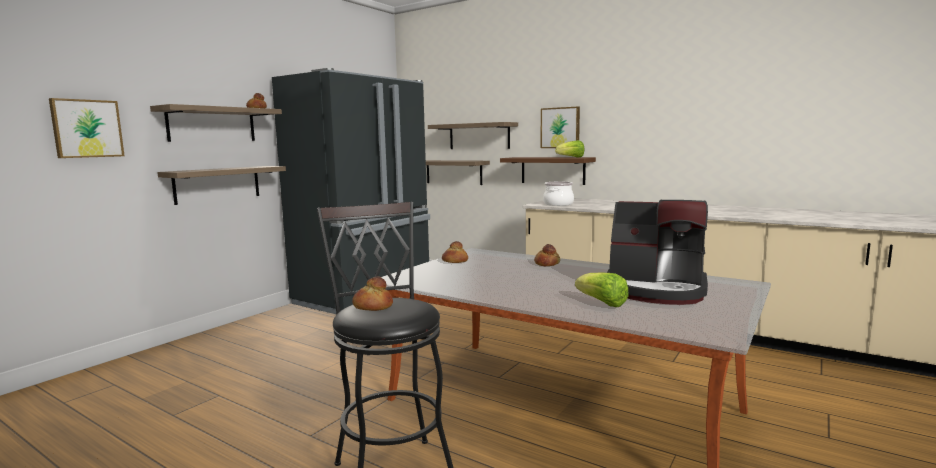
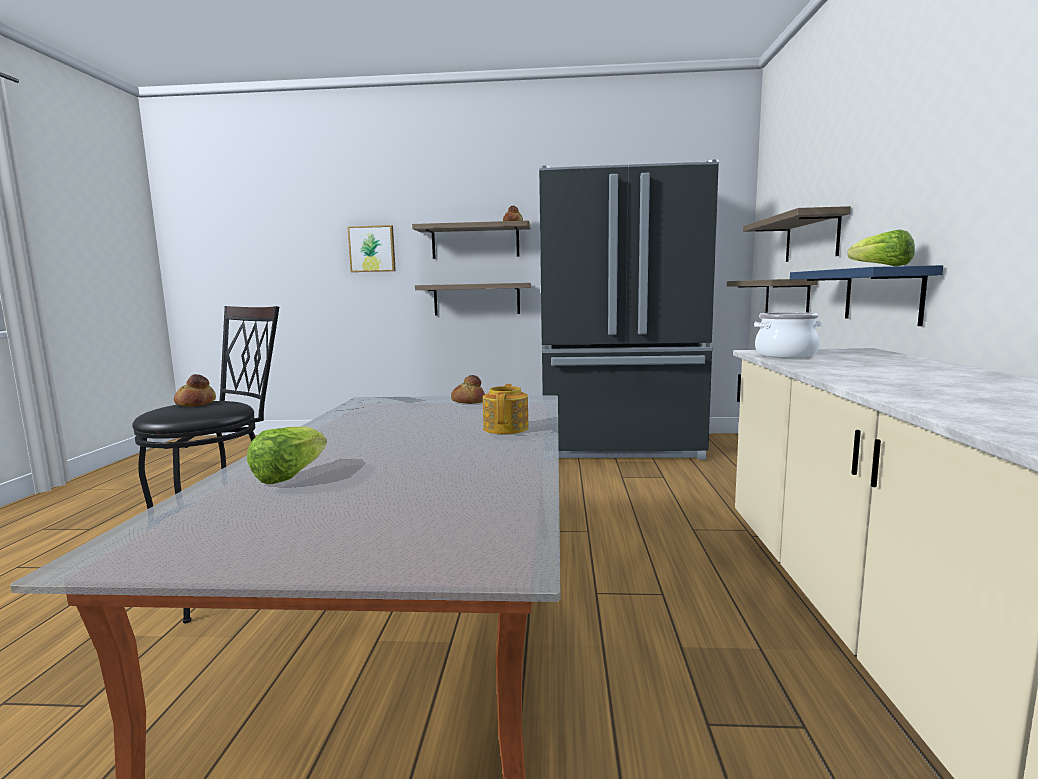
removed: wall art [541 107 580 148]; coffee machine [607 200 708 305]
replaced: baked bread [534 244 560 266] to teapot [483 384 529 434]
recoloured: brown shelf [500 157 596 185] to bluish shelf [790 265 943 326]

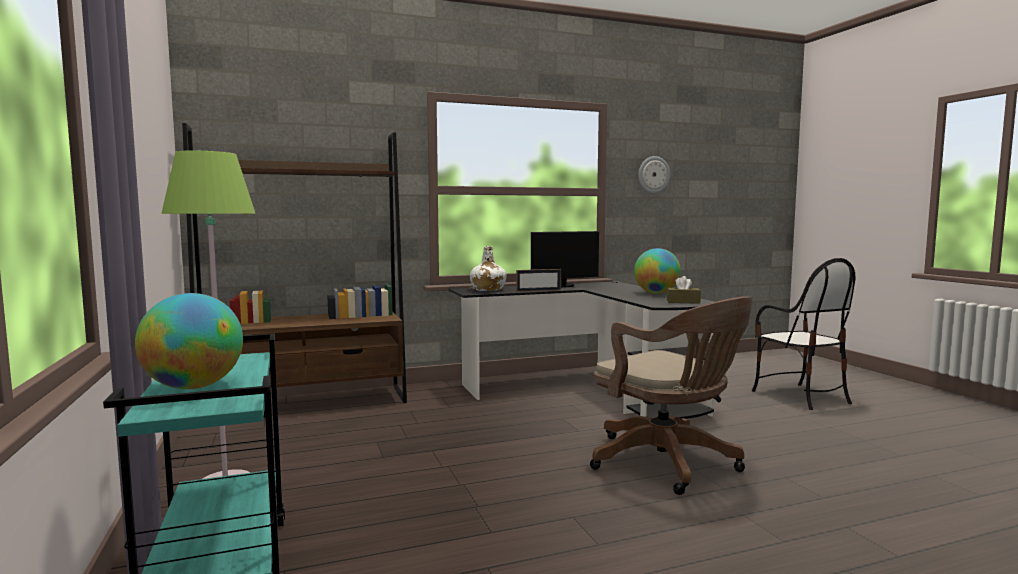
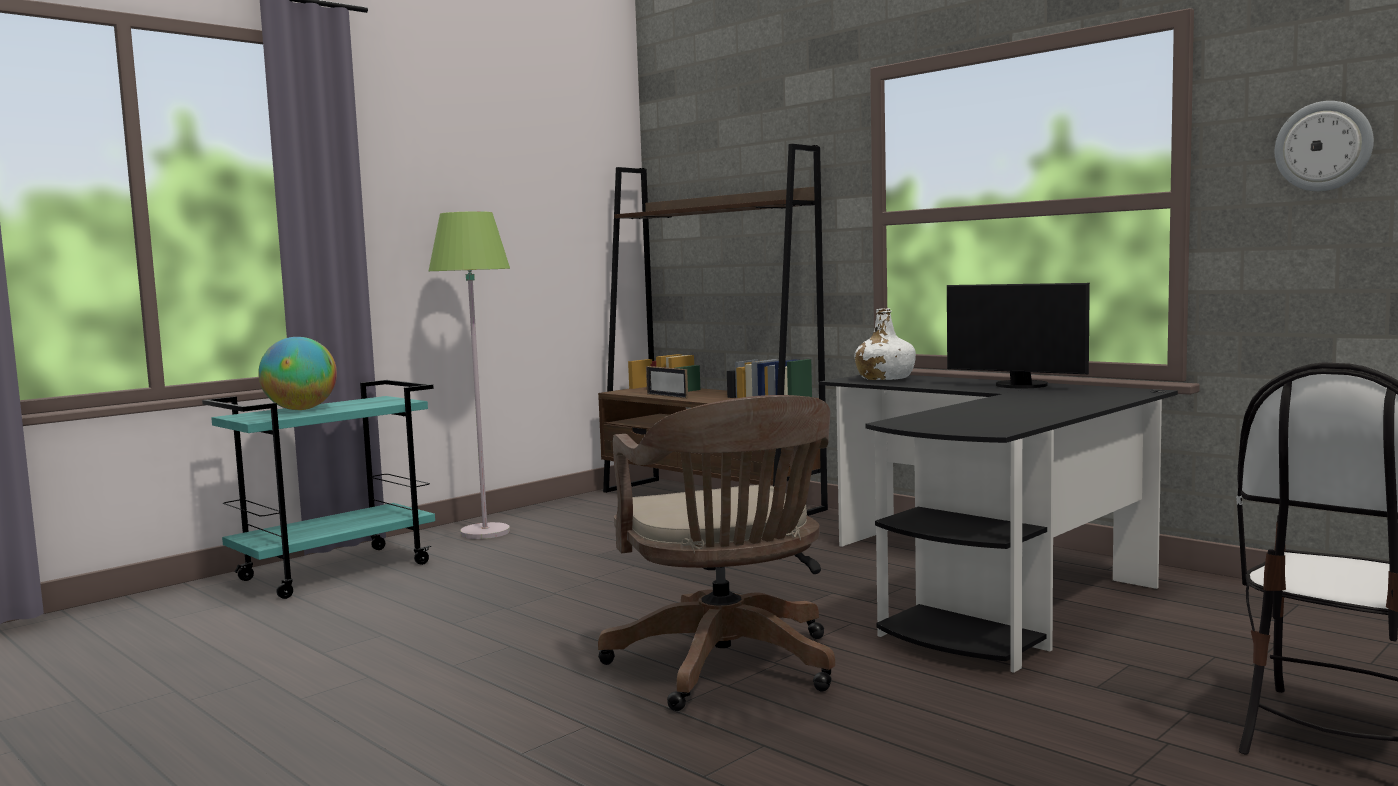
removed: desk globe [634 248 681 294]; brown tissue holder [667 276 701 304]
moved: picture frame [516 269 561 292] to [646 366 688 399]
turned: brown computer chair [590 296 753 495] = [598 395 835 711] 45 degrees counterclockwise

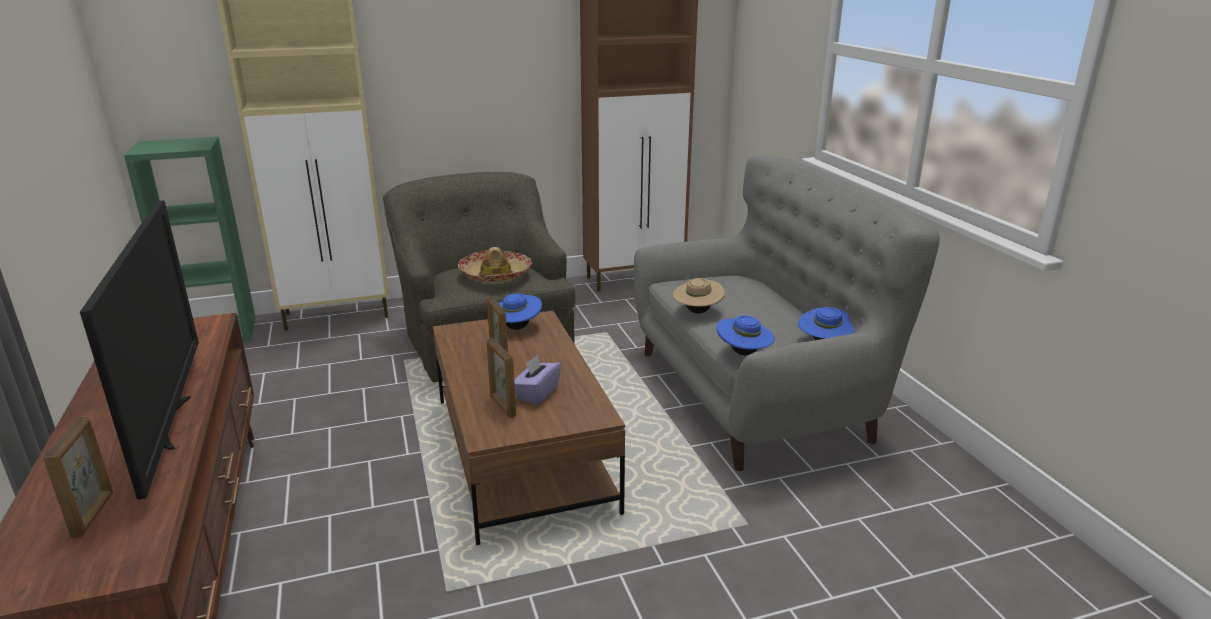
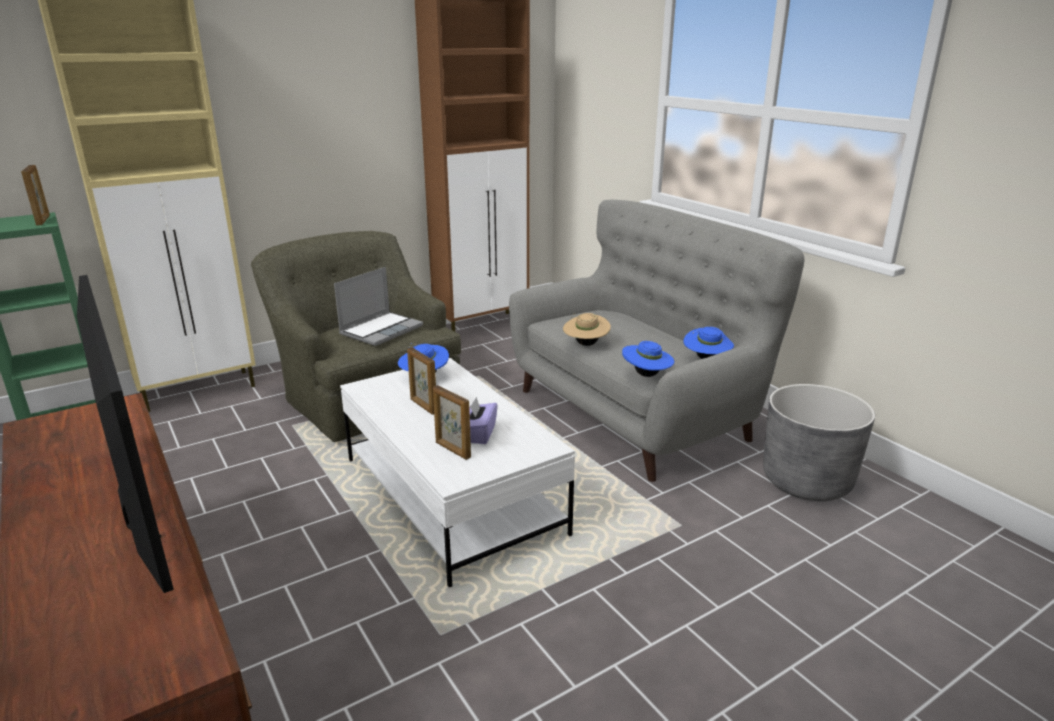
added: grey planter [763 384 875 501]
moved: picture frame [43 417 113 538] to [21 165 50 226]
replaced: hat [458 247 532 283] to laptop [334 267 423 346]
recoloured: brown lounge table [433 311 625 545] to whitish lounge table [340 358 575 587]

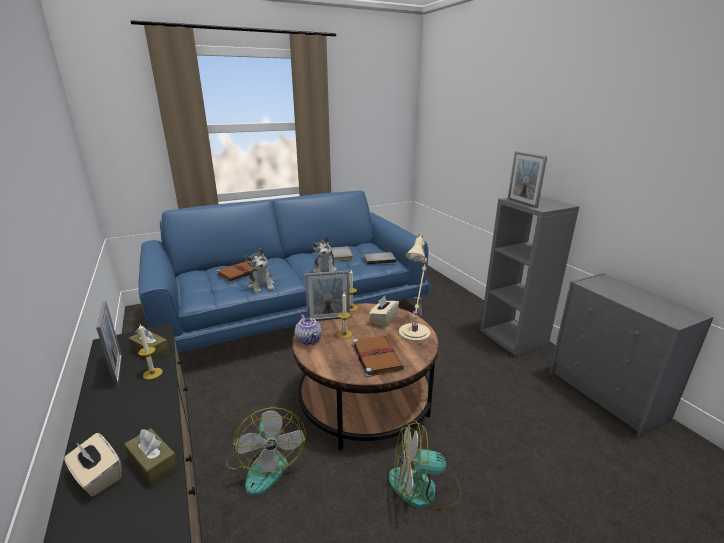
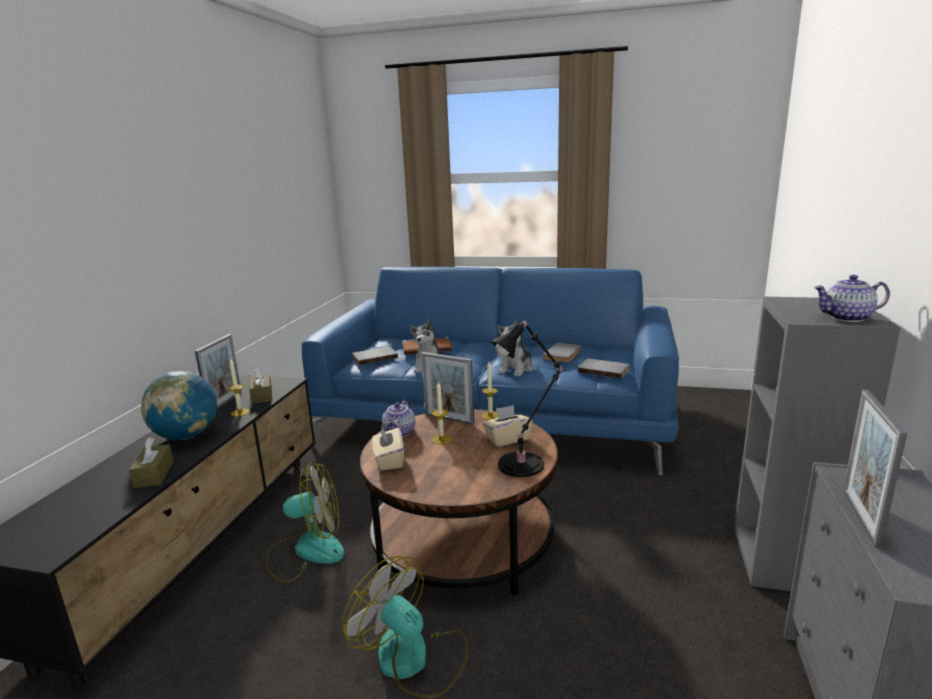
removed: brown book [353 335 404 377]
added: teapot [814 275 890 322]; grey book [352 346 398 365]; desk globe [141 371 217 440]
moved: picture frame [508 151 547 208] to [843 390 907 549]; sand-coloured tissue holder [64 433 122 496] to [372 425 404 471]
recoloured: sand-coloured lamp for a table [399 234 430 342] to black-coloured lamp for a table [491 320 563 477]
turned: fan [226 407 306 495] = [266 462 344 583] 120 degrees counterclockwise

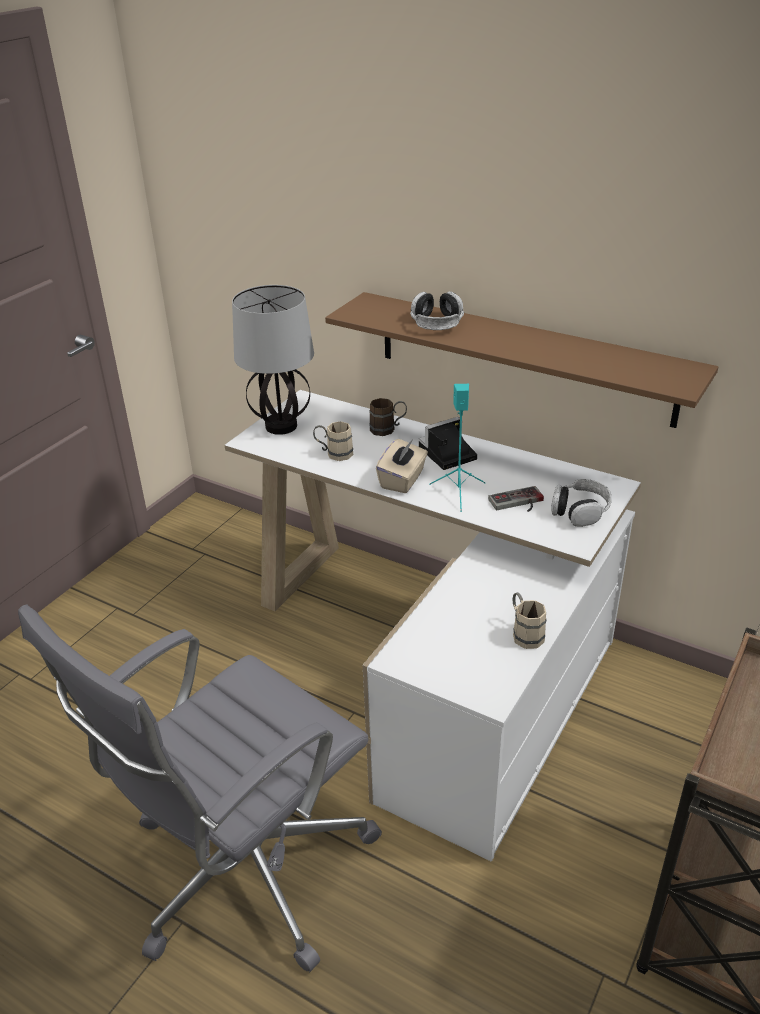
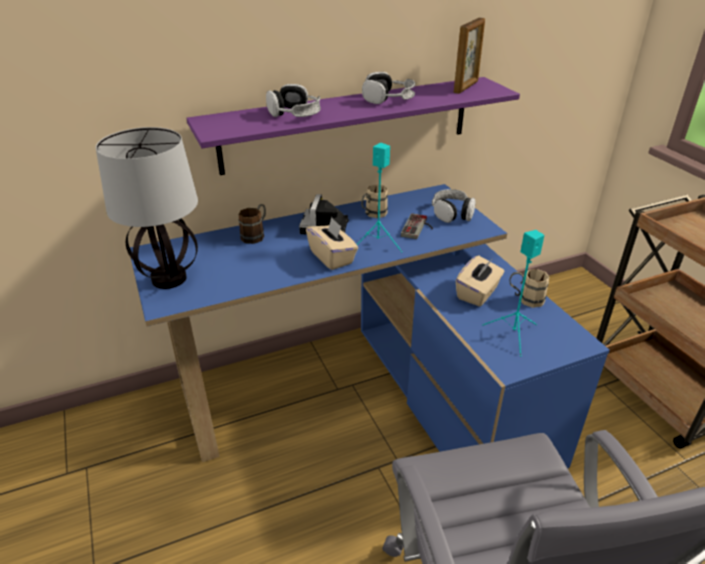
added: picture frame [454 17 485 94]; pair of headphones [362 72 416 104]; turquoise loudspeaker [483 230 544 356]; sand-coloured tissue holder [456 256 504 307]
moved: sand-coloured tea mug [313 421 353 461] to [361 185 388 218]
recoloured: brown shelf [325 292 718 428] to purplish shelf [186 77 520 175]; whitish desk unit [225 390 641 862] to bluish desk unit [130 184 610 468]

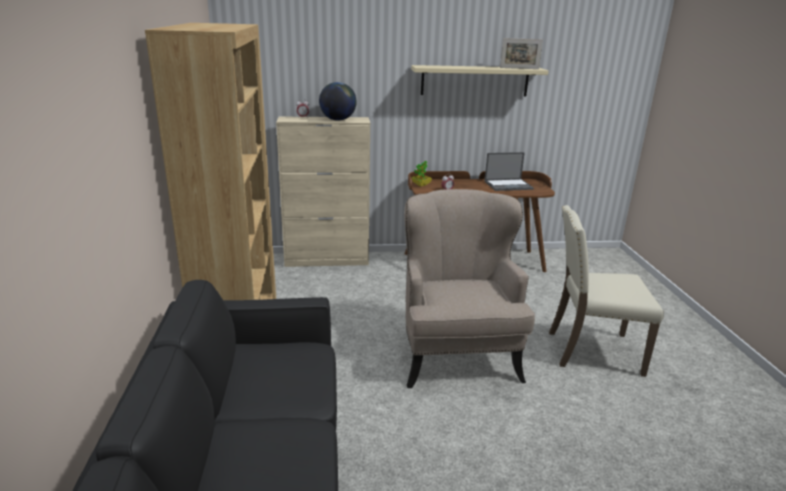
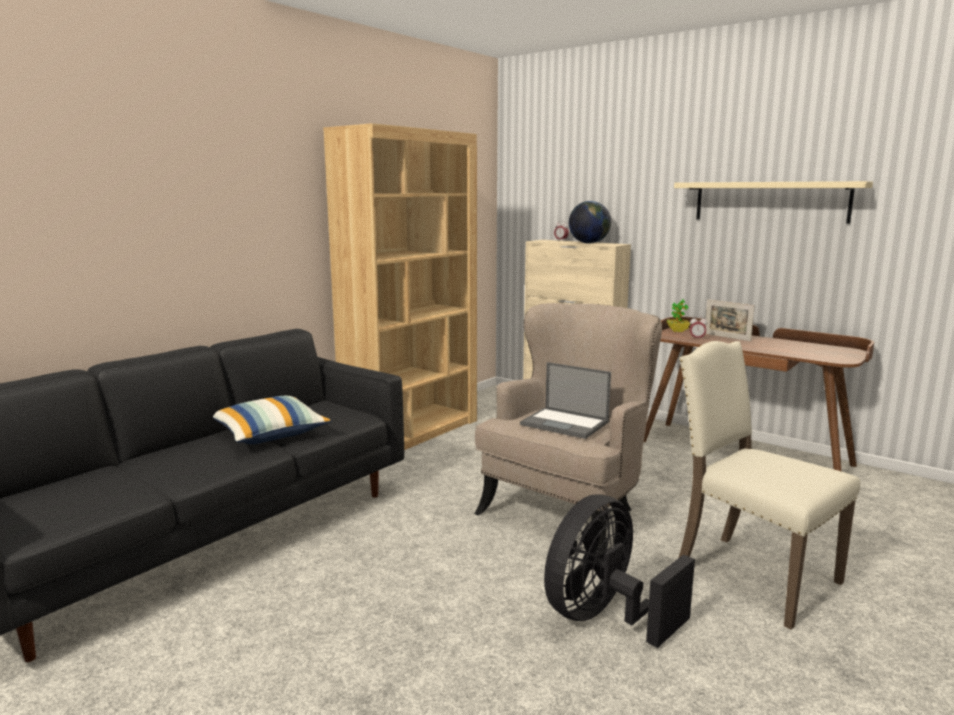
added: throw pillow [213 396 332 444]; black-coloured fan [544 494 695 648]
moved: picture frame [500 38 543 69] to [705 299 755 341]; laptop [484 152 534 191] to [520 362 611 439]

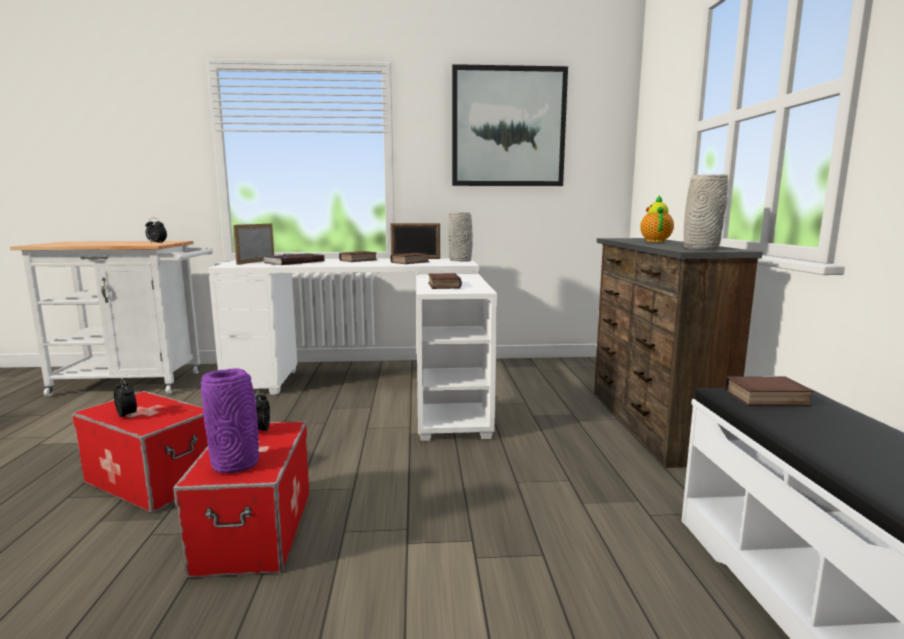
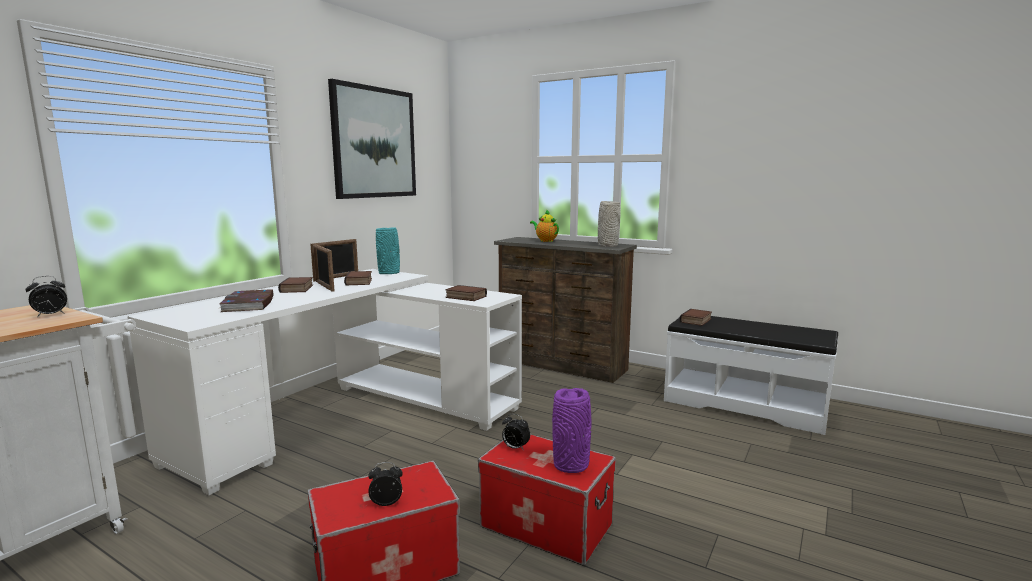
moved: picture frame [233 224 274 265] to [313 244 334 292]
recoloured: grey decorative vase [448 212 473 261] to turquoise decorative vase [376 227 400 274]

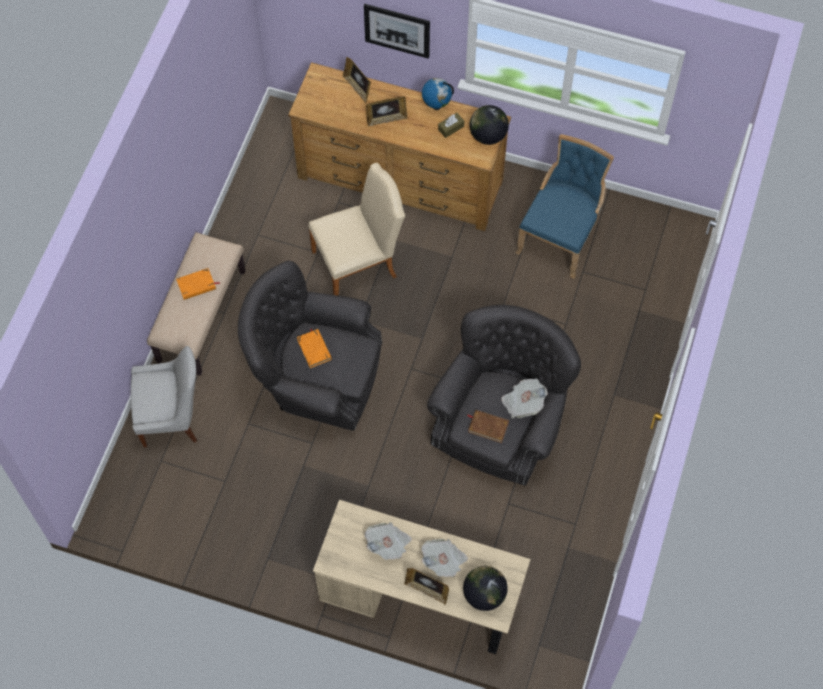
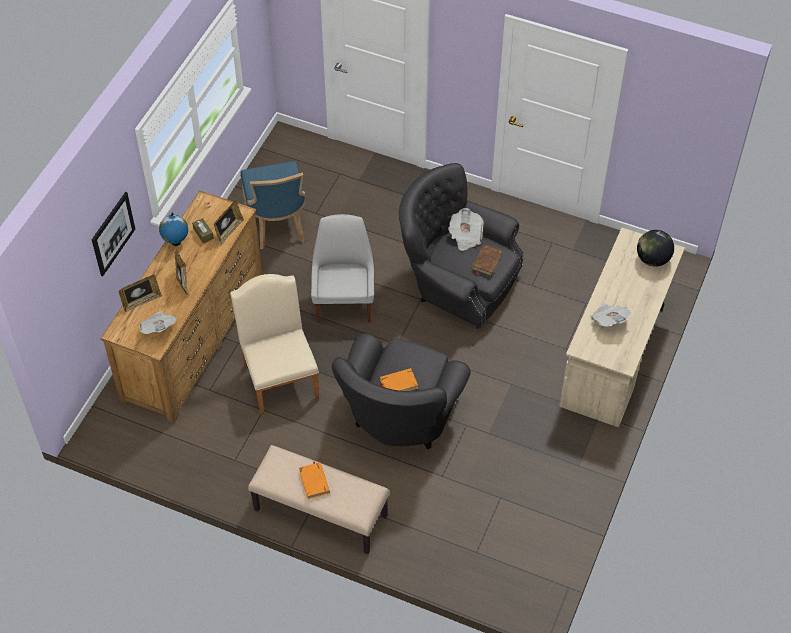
removed: desk globe [469 105 509 145]
moved: whitish chair [131 346 197 447] to [311 214 374 323]; printed paper [421 539 468 577] to [139 311 176 334]; picture frame [405 568 449 605] to [214 200 244 244]
turned: bluish chair [516 134 614 279] = [240 161 305 250] 135 degrees counterclockwise

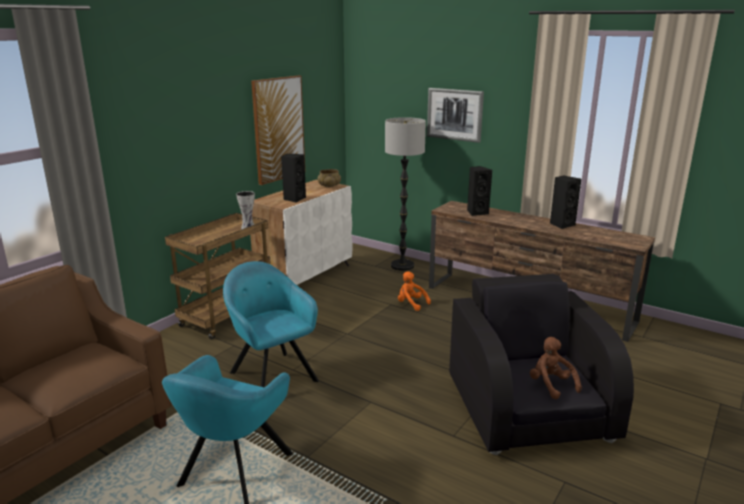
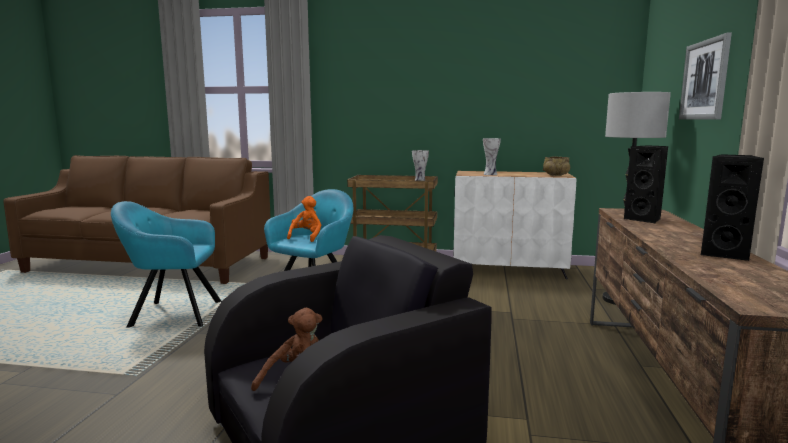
removed: wall art [251 75 305 185]
moved: orange cuddly toy [398 271 431 311] to [287 196 321 242]
replaced: black-coloured loudspeaker [281 154 306 203] to decorative vase [483 138 501 175]

